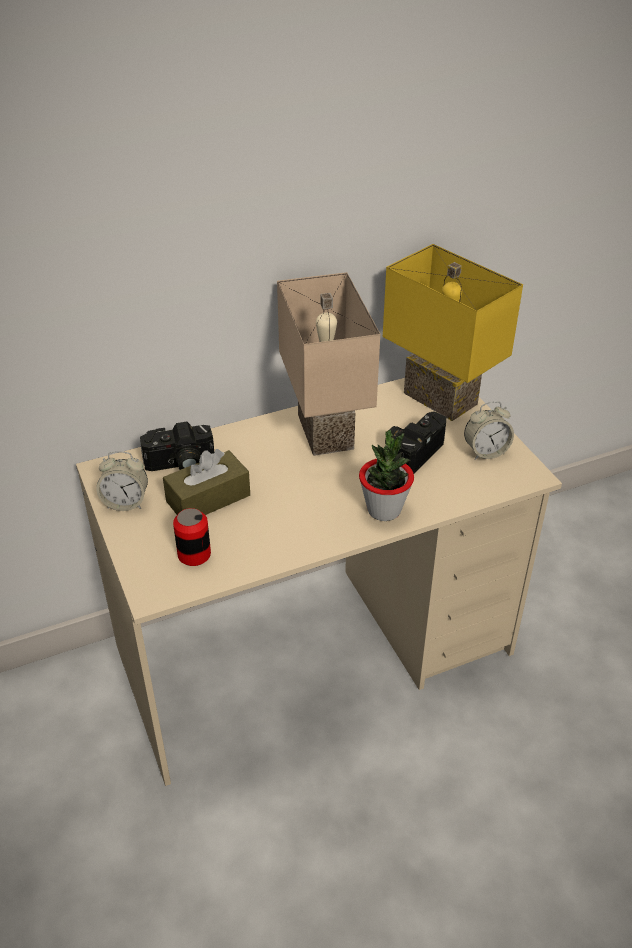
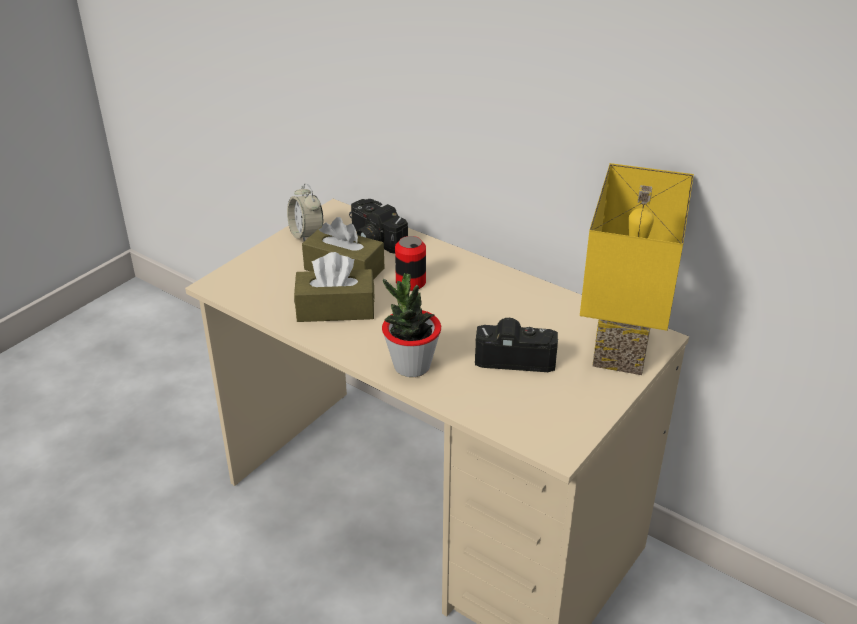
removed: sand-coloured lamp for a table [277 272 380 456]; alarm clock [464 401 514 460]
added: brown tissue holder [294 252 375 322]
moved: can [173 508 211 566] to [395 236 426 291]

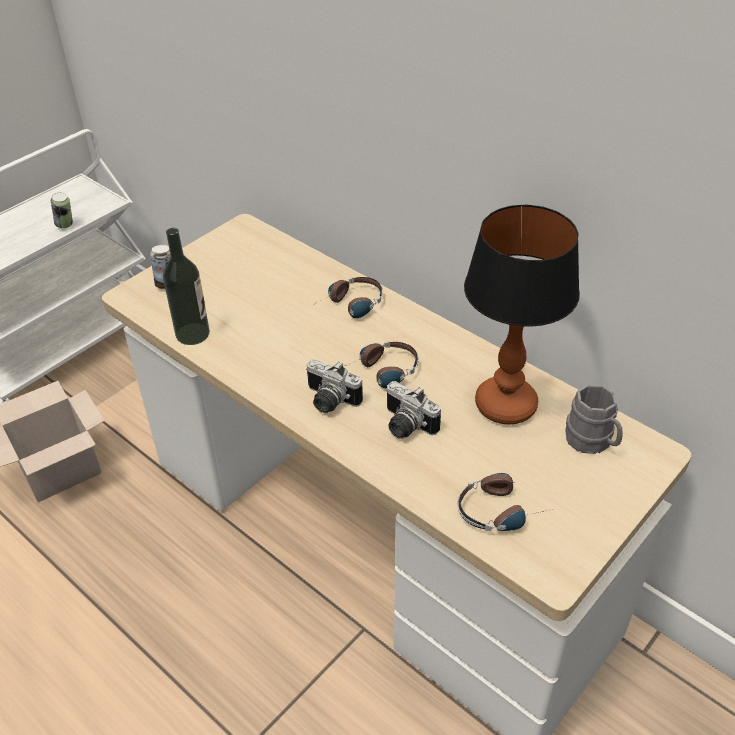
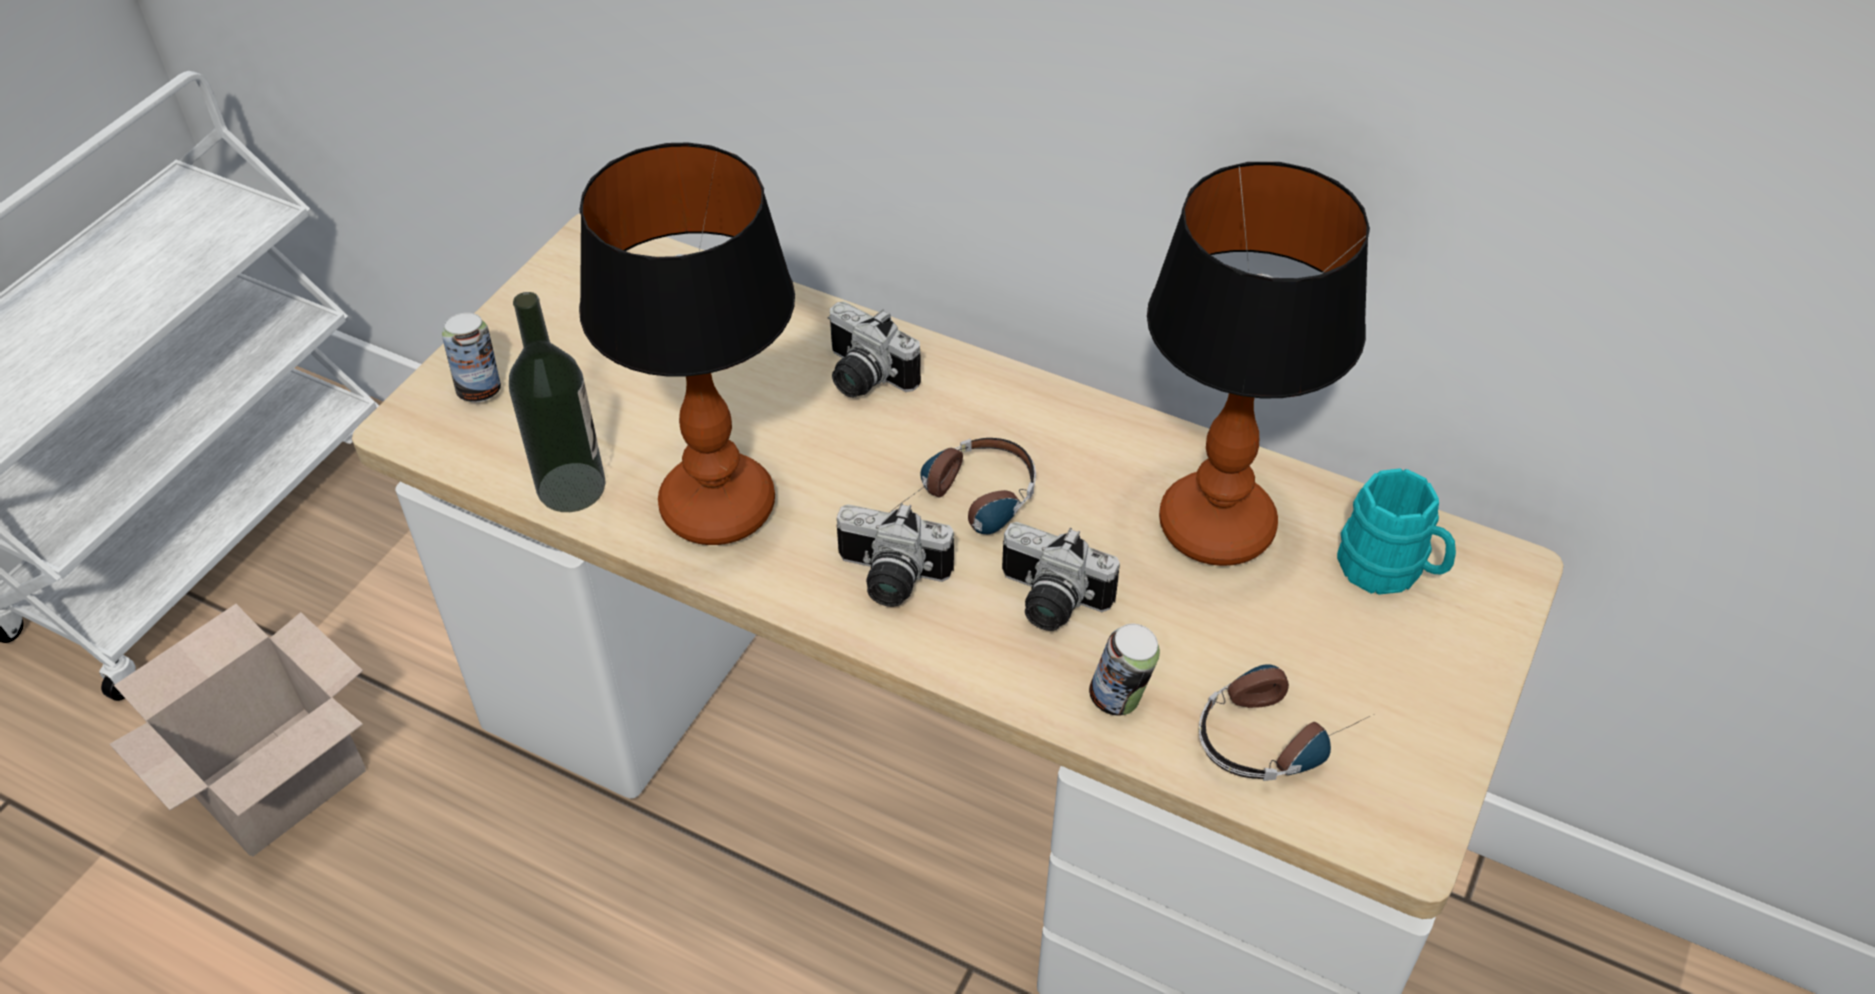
added: lamp for a table [579 143 795 545]
moved: can [51 192 73 228] to [1089 624 1160 716]
replaced: pair of headphones [313 277 383 318] to still camera [828 301 921 398]
recoloured: grey tea mug [566 385 623 454] to turquoise tea mug [1337 468 1456 595]

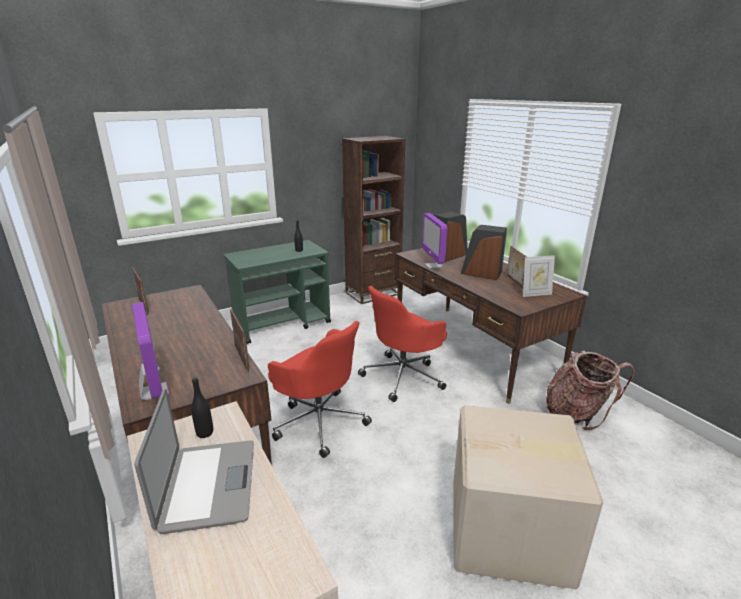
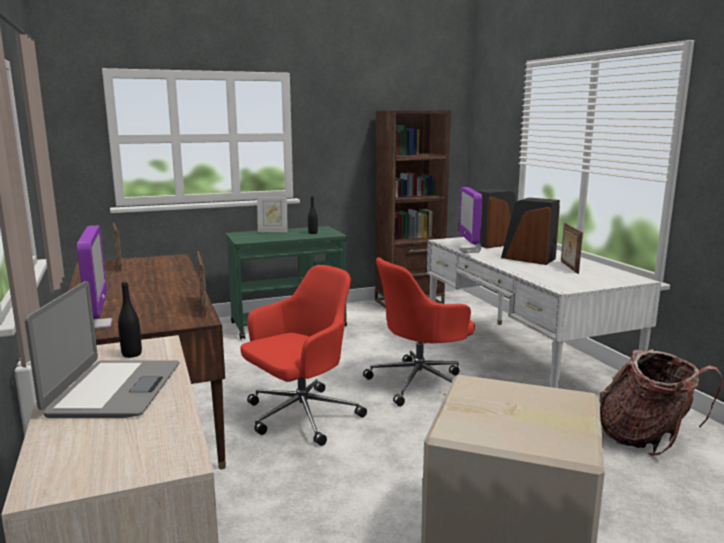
moved: picture frame [523 255 555 297] to [257 195 288 232]
recoloured: brown desk unit [395 248 587 404] to whitish desk unit [427 237 661 388]
turned: red computer chair [268 321 372 458] = [240 265 367 446] 90 degrees counterclockwise

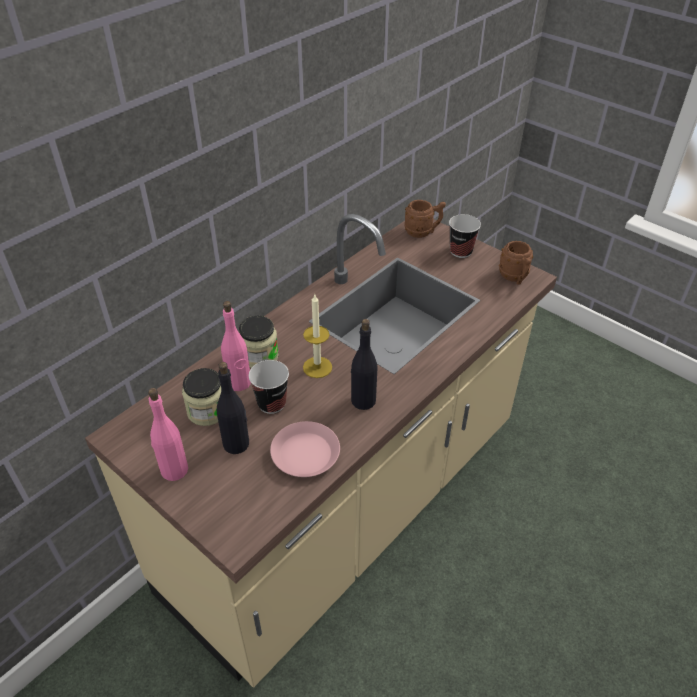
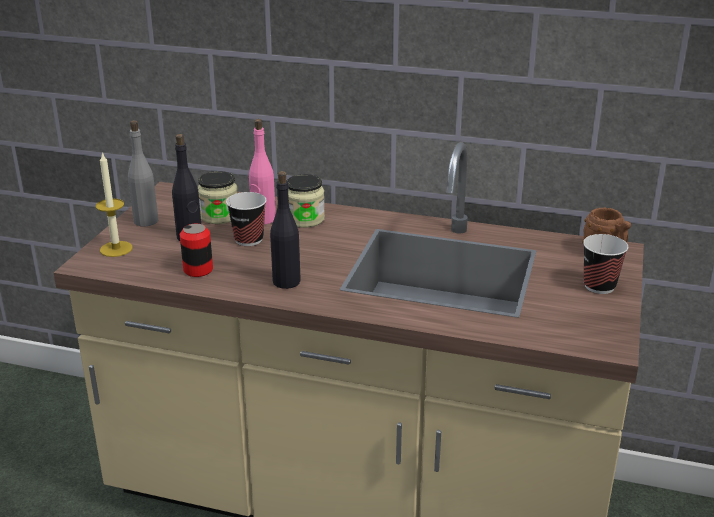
removed: brown tea mug [499 241 533 285]
moved: wax light [303 295 332 378] to [96 153 133 257]
replaced: pink-coloured flat dish [270 421 340 477] to can [180 224 213 277]
recoloured: pink-coloured bottle [148 388 188 481] to grey bottle [128 120 159 227]

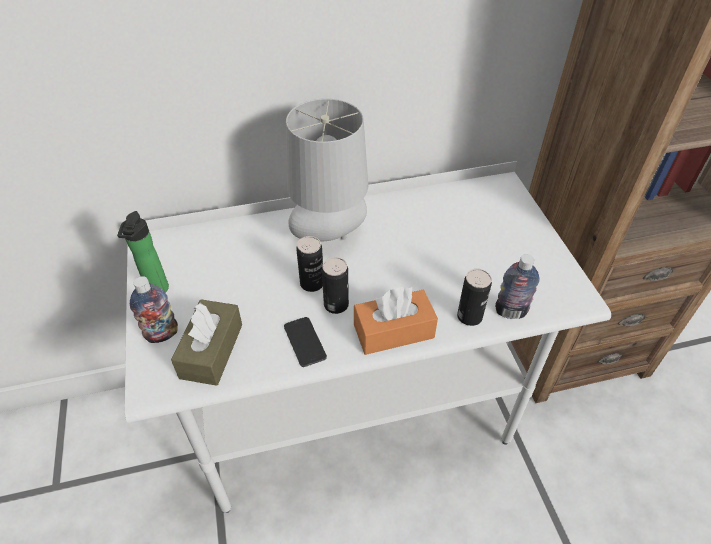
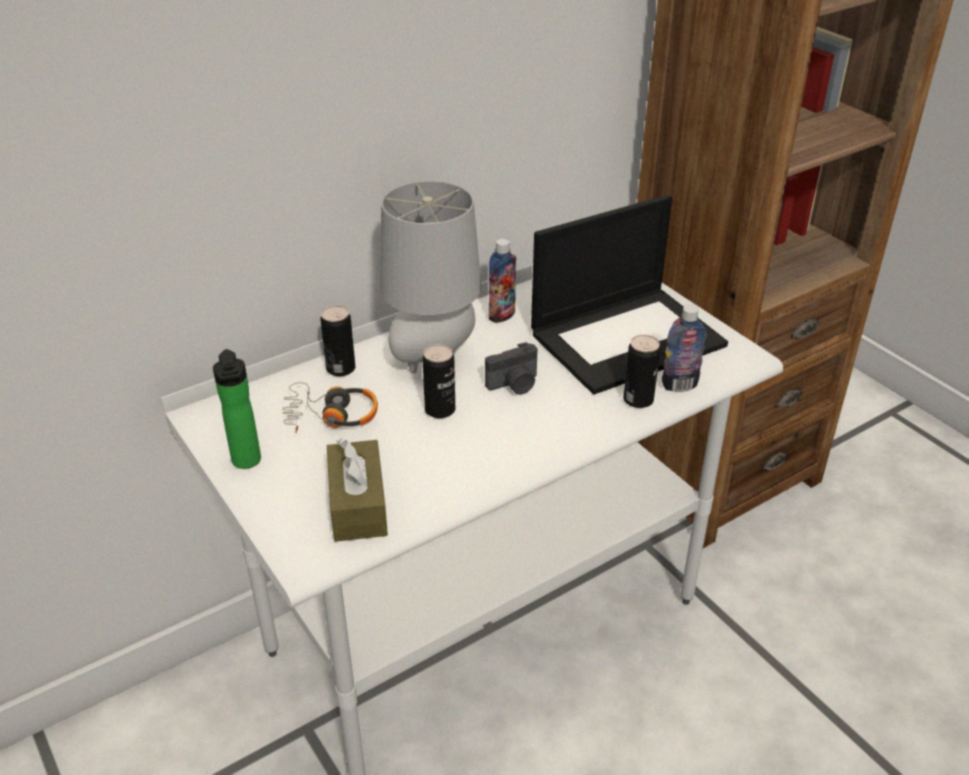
removed: orange tissue holder [354 287 438 355]; phone [284 317 327 367]
added: laptop [531 195 728 394]; still camera [485 342 538 395]; pair of headphones [282 382 378 433]
moved: can [322 257 349 314] to [320 305 355 377]; bottle [130 276 178 343] to [489 239 516 323]

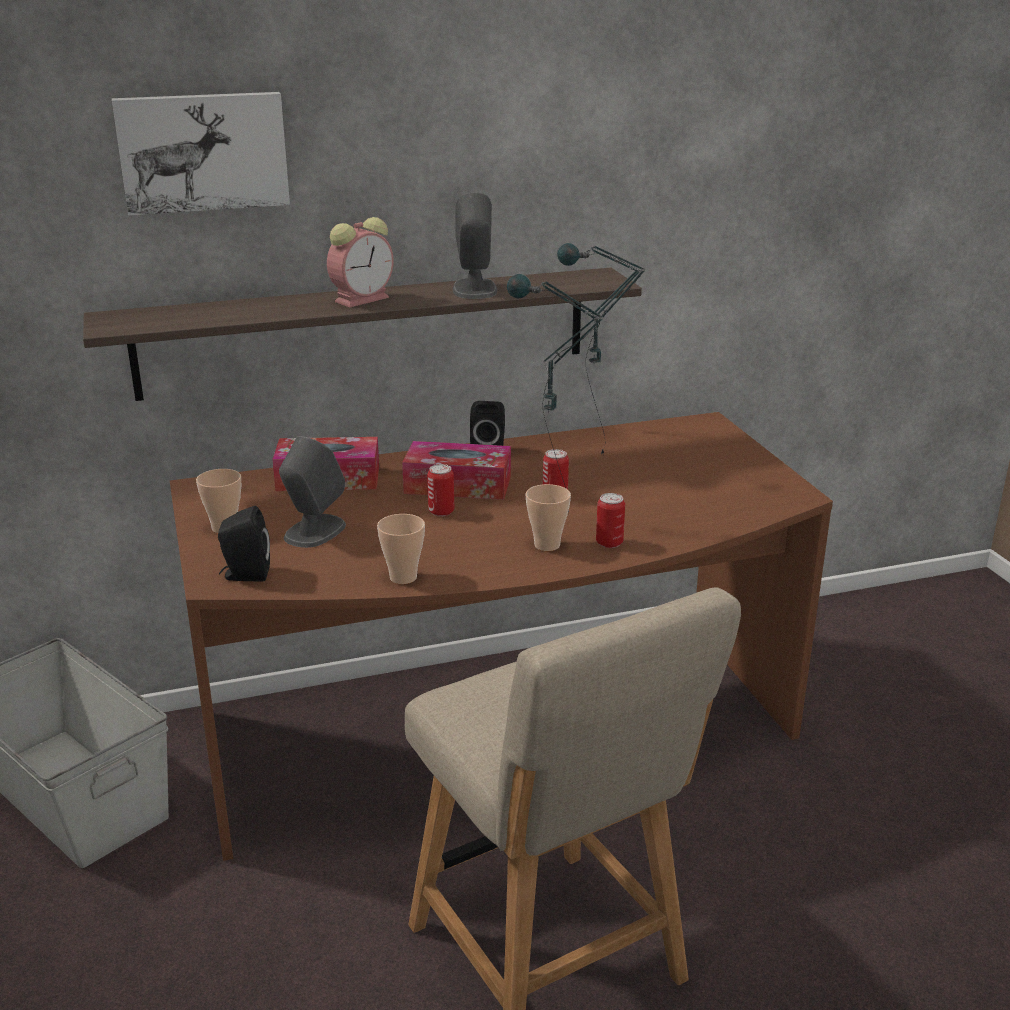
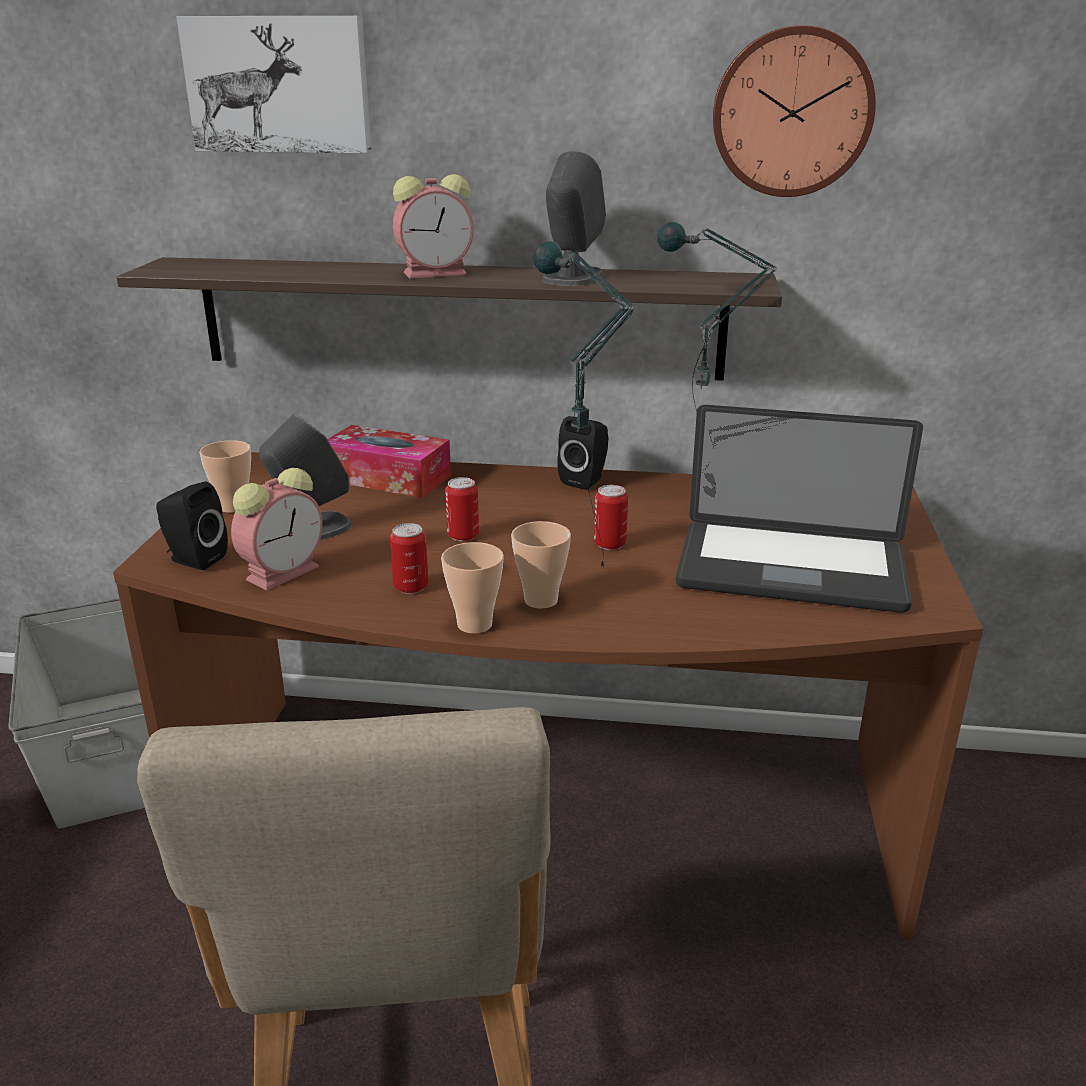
removed: tissue holder [402 441 511 500]
added: wall clock [713 25 876 197]; laptop [676 405 923 613]; alarm clock [231 468 323 591]
moved: can [596 493 625 548] to [390 523 428 594]; drinking cup [377 514 425 584] to [441 542 504 634]

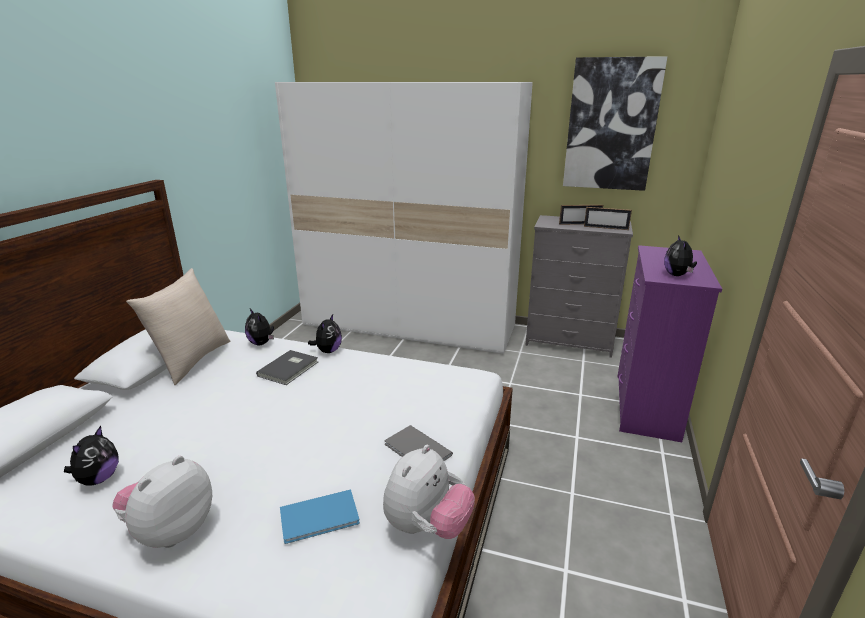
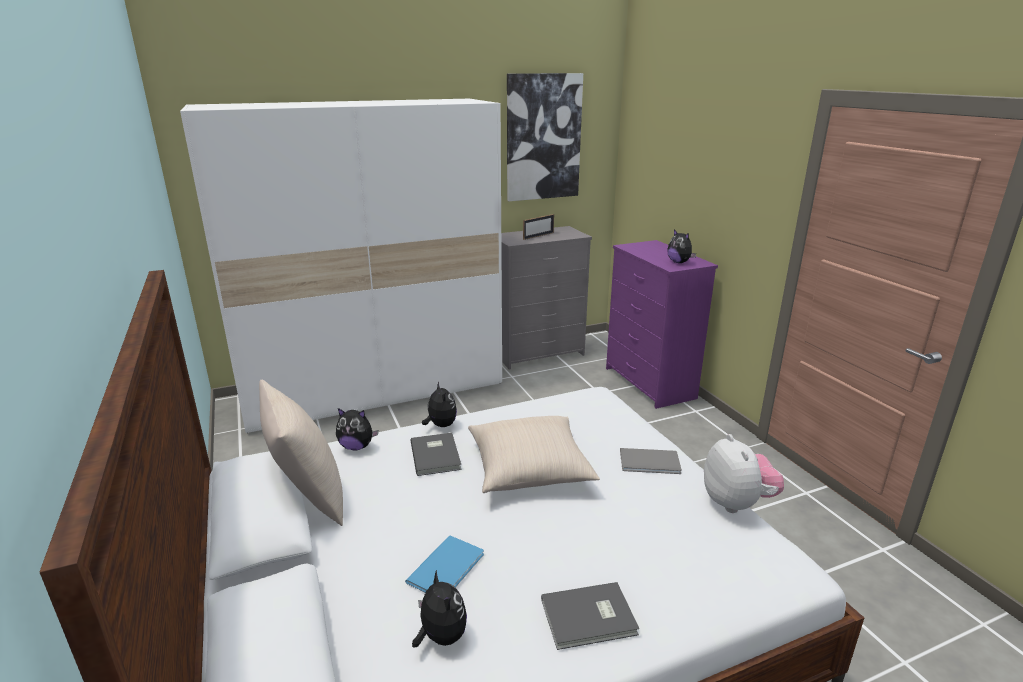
removed: picture frame [584 207 632 230]
added: sand-coloured throw pillow [468 416 600 493]
moved: bluish book [280 489 360 544] to [405 536 484 593]
replaced: cuddly toy [113 456 212 548] to grey book [541 582 639 650]

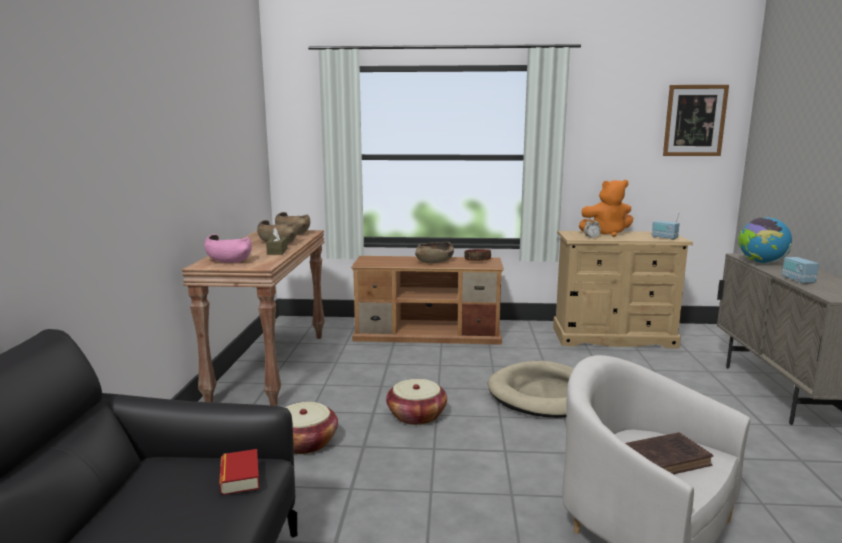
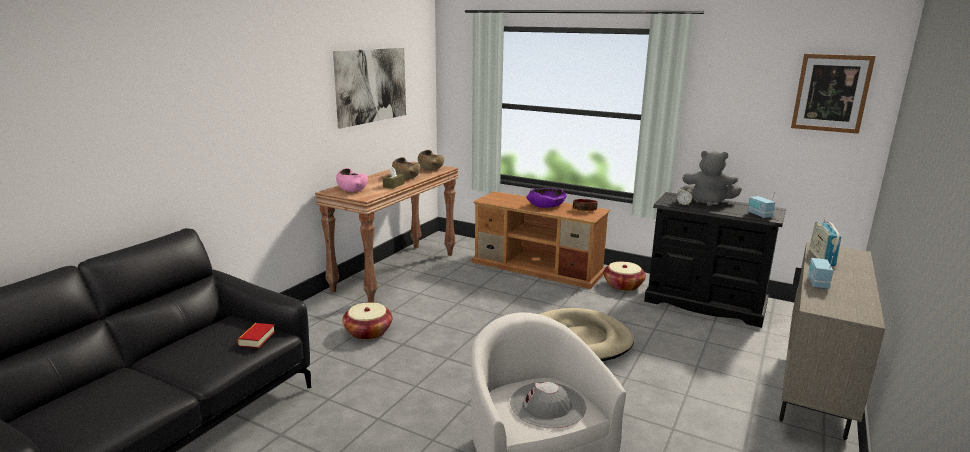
added: wall art [333 48 406 128]
moved: basket [386 379 447 425] to [604 262 646 291]
replaced: desk globe [738 217 792 264] to radio [809 216 842 266]; brown book [625 432 714 474] to grey hat [510 382 586 429]
recoloured: orange cuddly toy [579 180 633 237] to grey cuddly toy [682 151 742 206]; sand-coloured drawer chest [553 231 693 349] to black-coloured drawer chest [644 192 786 328]; brown deep dish [415 242 454 264] to purplish deep dish [526 188 567 208]

